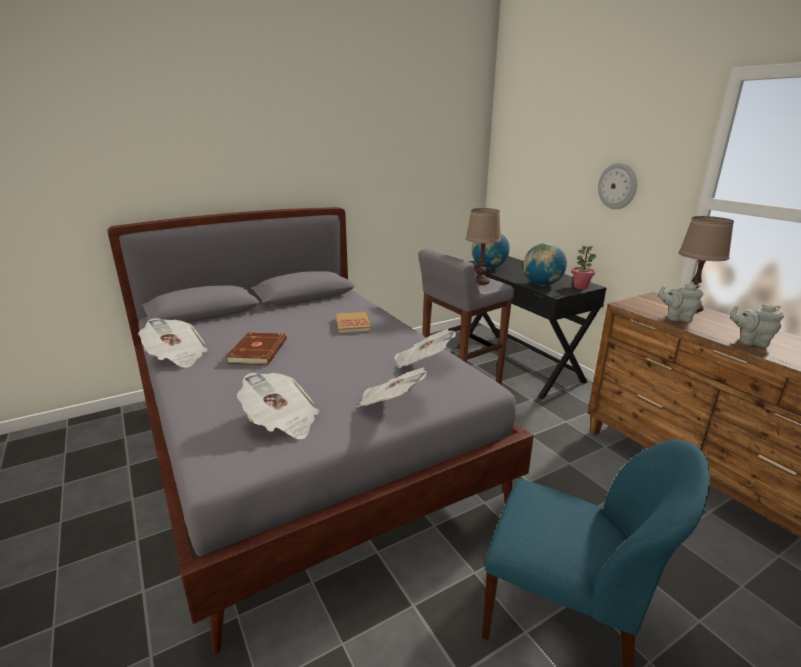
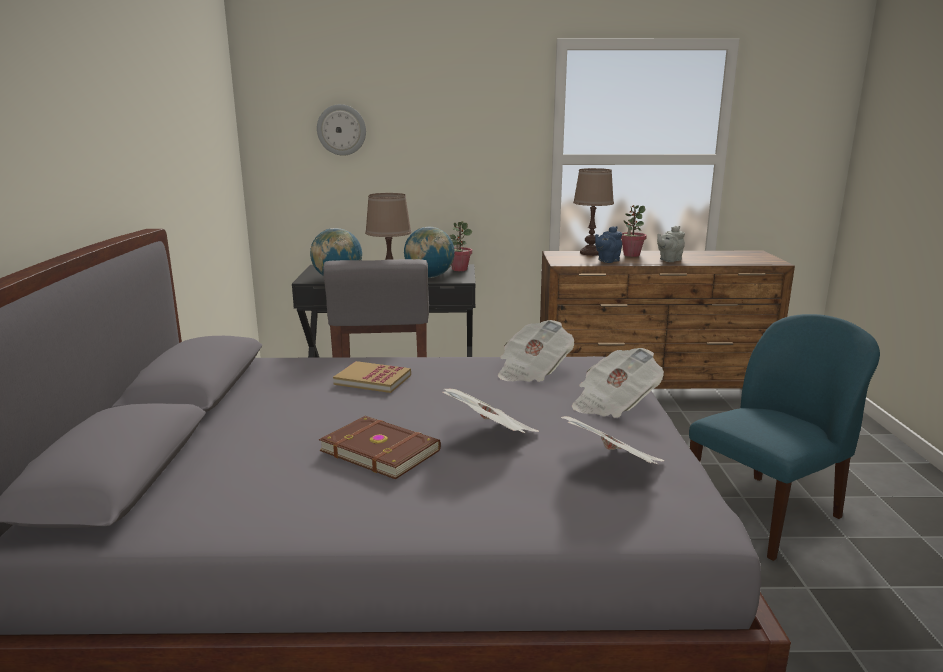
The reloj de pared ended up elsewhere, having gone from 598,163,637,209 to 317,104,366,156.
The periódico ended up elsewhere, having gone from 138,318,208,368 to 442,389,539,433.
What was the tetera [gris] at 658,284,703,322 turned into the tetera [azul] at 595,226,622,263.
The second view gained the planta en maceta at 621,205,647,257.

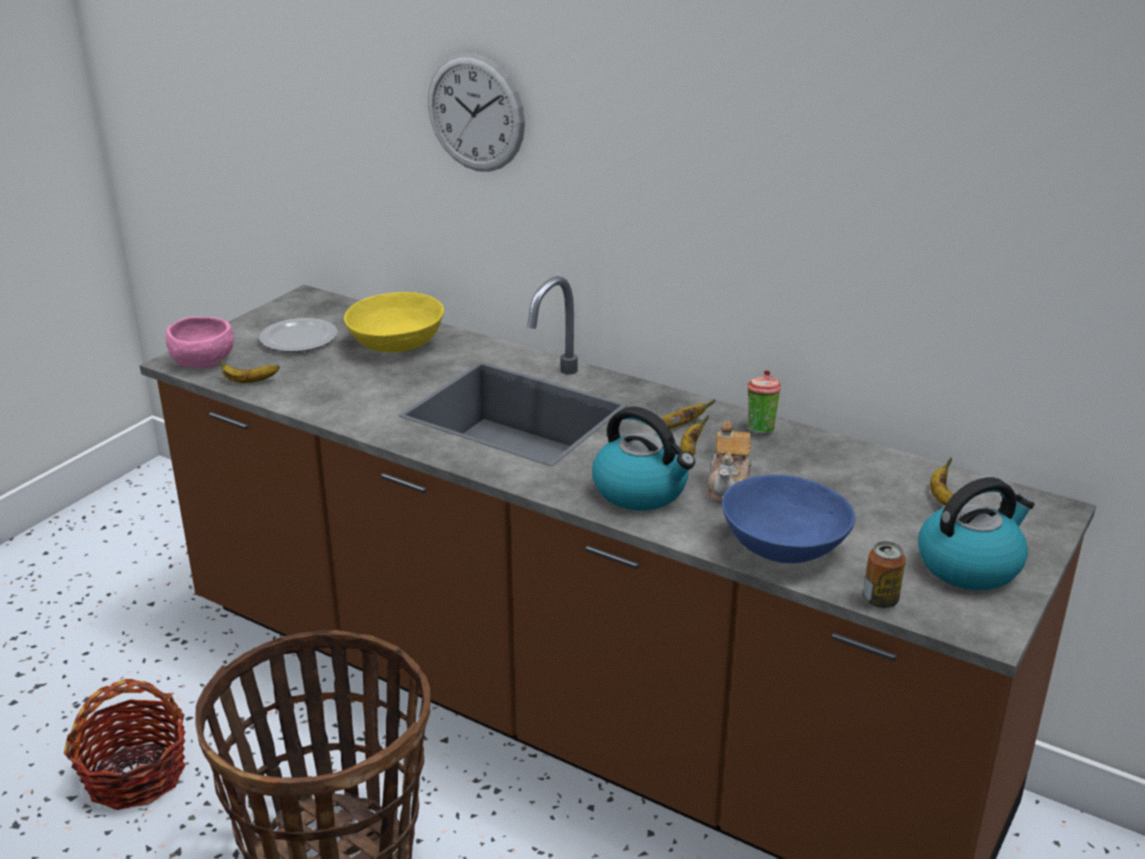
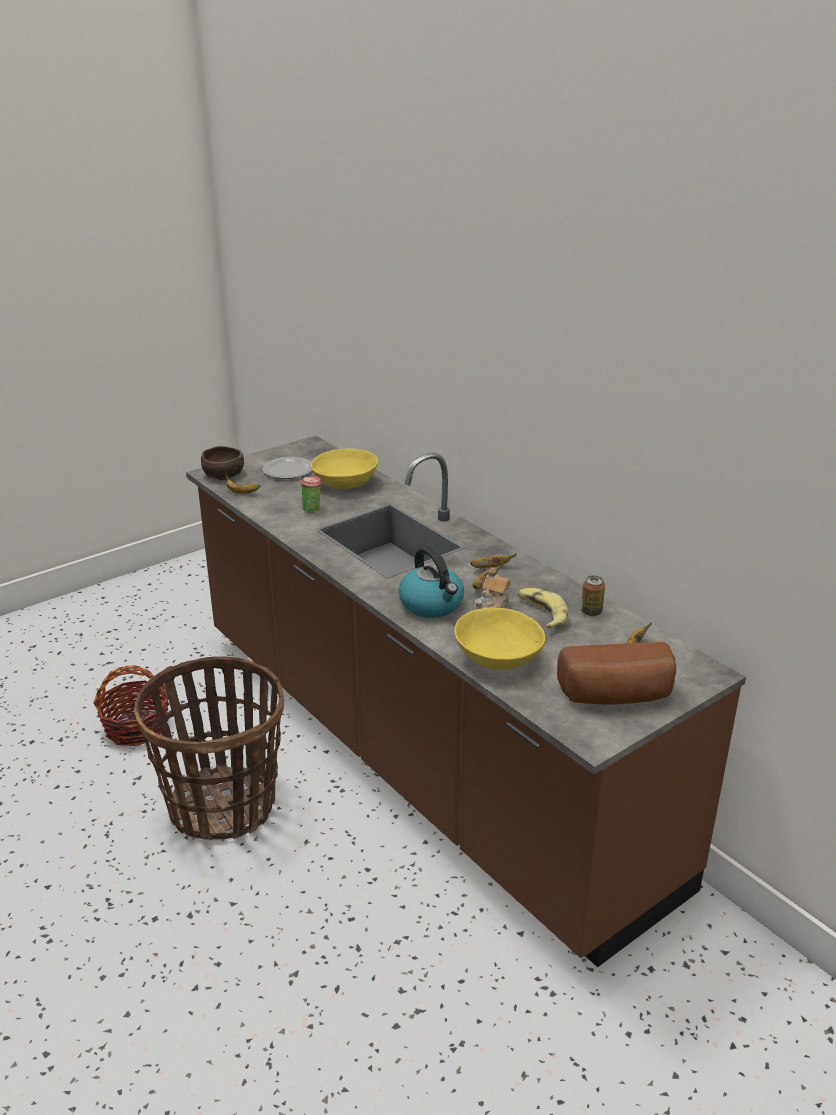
What was the cuenco [rosa] at 166,316,234,369 turned into the cuenco [marrón] at 201,446,244,480.
The taza ended up elsewhere, having gone from 747,370,781,435 to 301,473,322,513.
What was the cuenco [azul] at 722,475,855,563 turned into the cuenco [amarillo] at 454,608,545,670.
The second view gained the plátano at 517,588,568,629.
Where the hervidor stood at 918,477,1035,590, the pan came to stand at 557,642,676,705.
The lata ended up elsewhere, having gone from 863,541,906,608 to 581,576,605,616.
The second view lost the reloj de pared at 428,53,525,172.

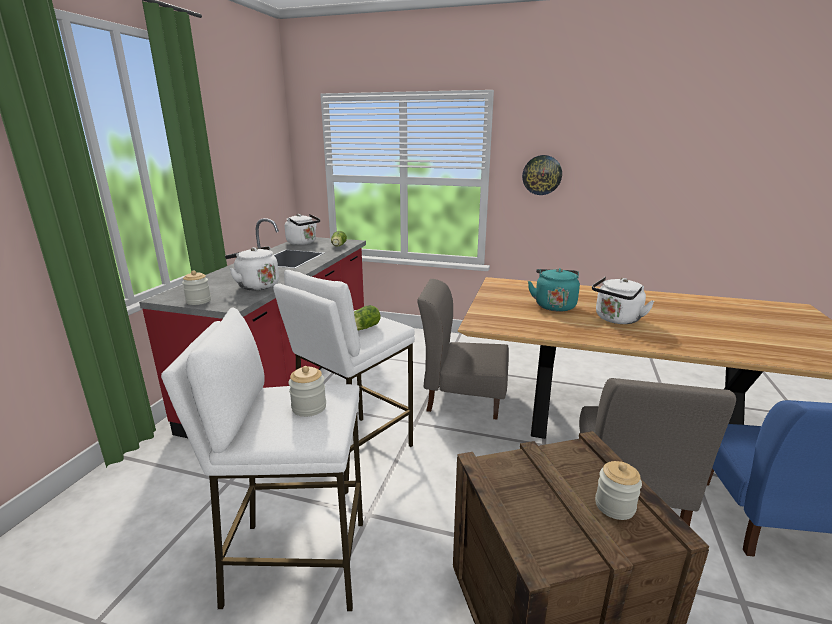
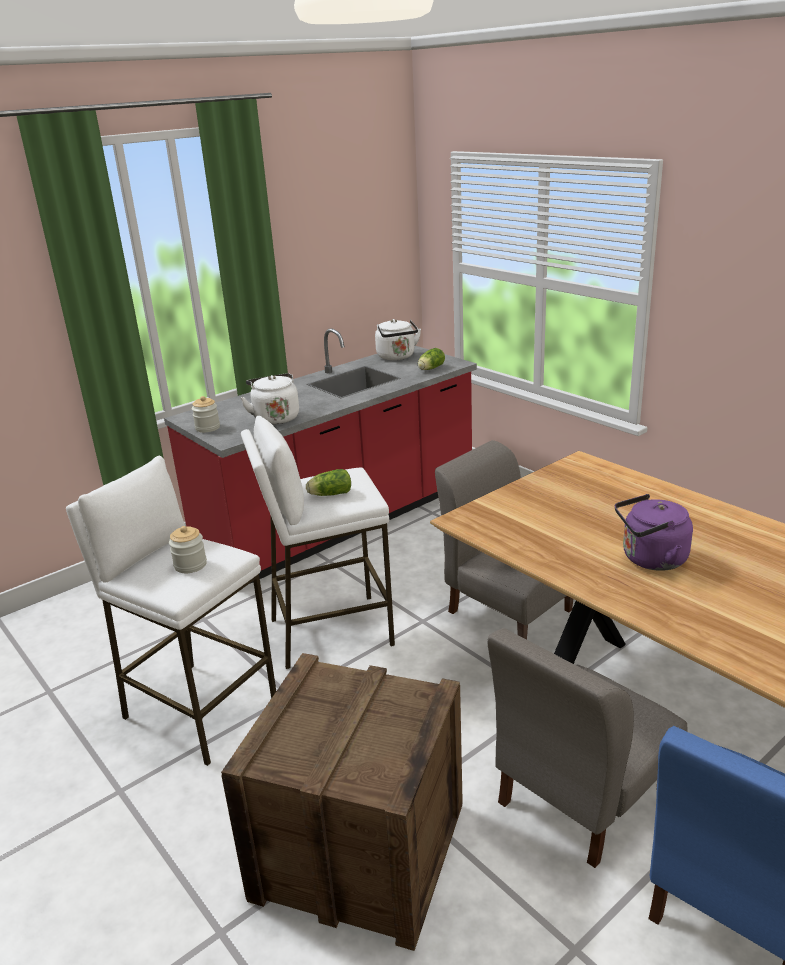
What was the hervidor [blanco] at 592,277,655,324 turned into the hervidor [morado] at 615,494,693,571.
The second view lost the reloj de pared at 522,155,562,195.
The second view lost the hervidor [turquesa] at 528,268,580,312.
The second view lost the tarro at 595,461,642,520.

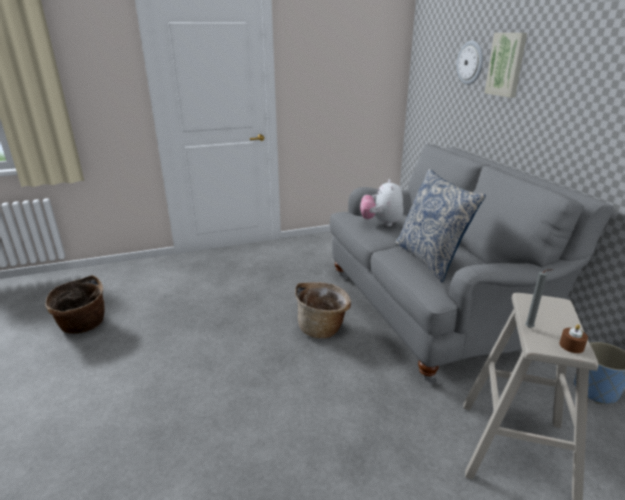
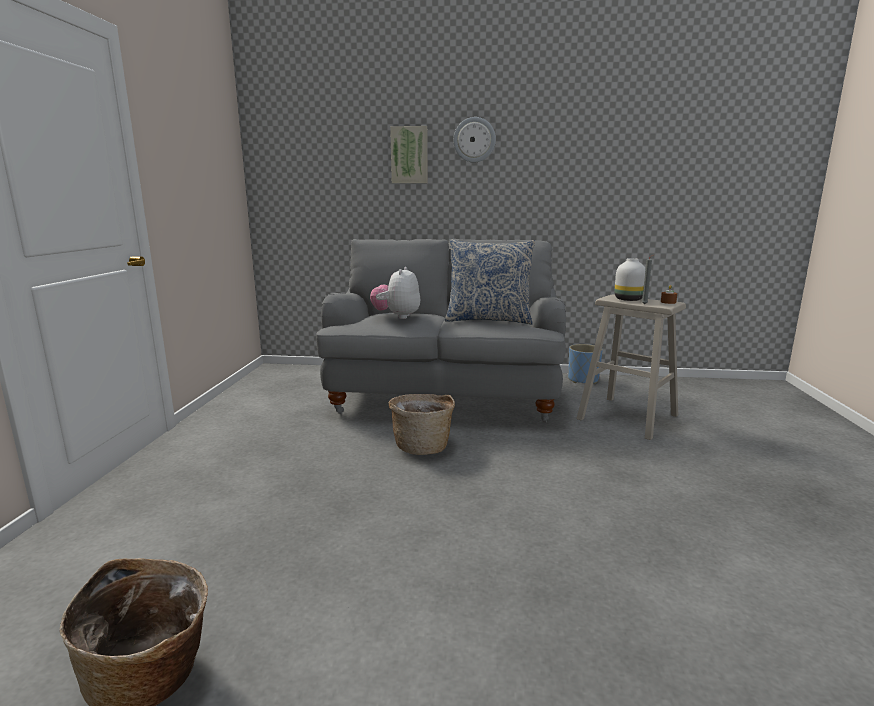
The peluche at 360,179,403,227 ended up facing another way, 75 degrees clockwise from before.
The reloj de pared ended up elsewhere, having gone from 457,41,483,85 to 453,117,496,162.
The second view gained the florero [blanco] at 614,258,646,301.

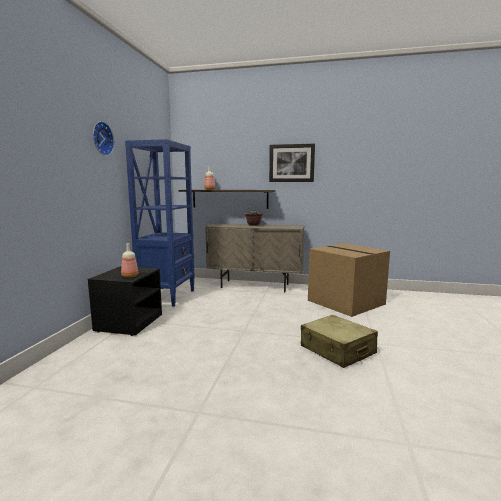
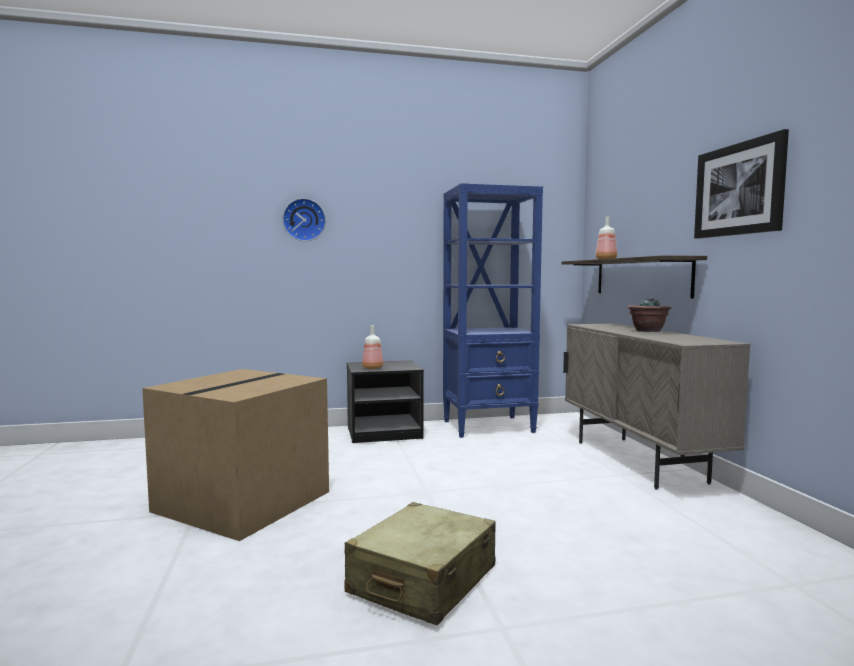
The caja de cartón ended up elsewhere, having gone from 308,243,390,317 to 142,369,329,541.
The reloj de pared ended up elsewhere, having gone from 93,121,114,156 to 283,198,326,241.

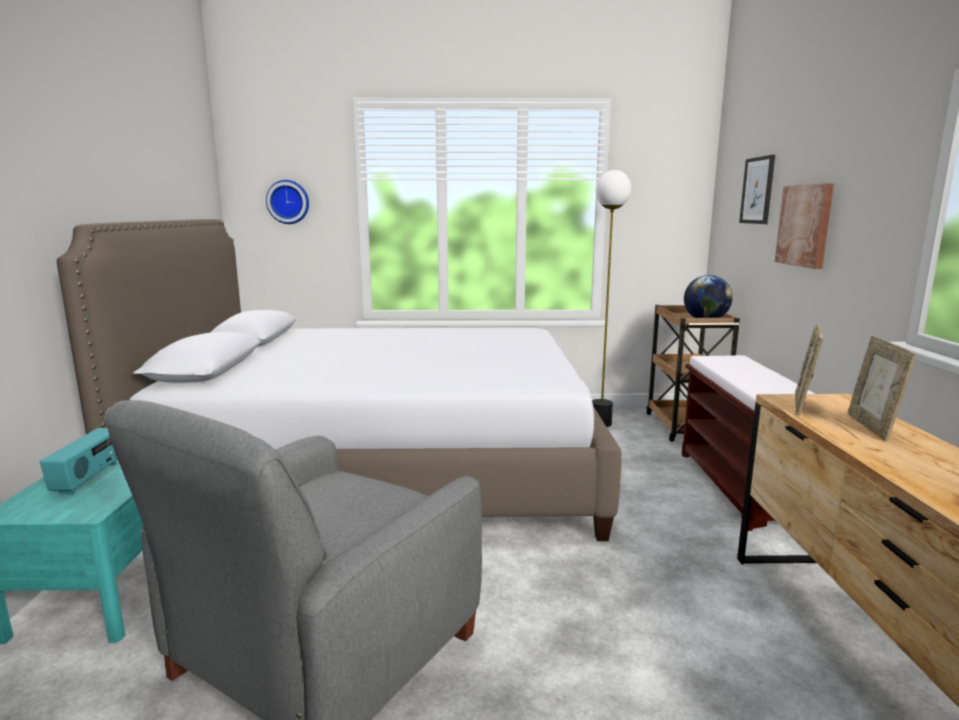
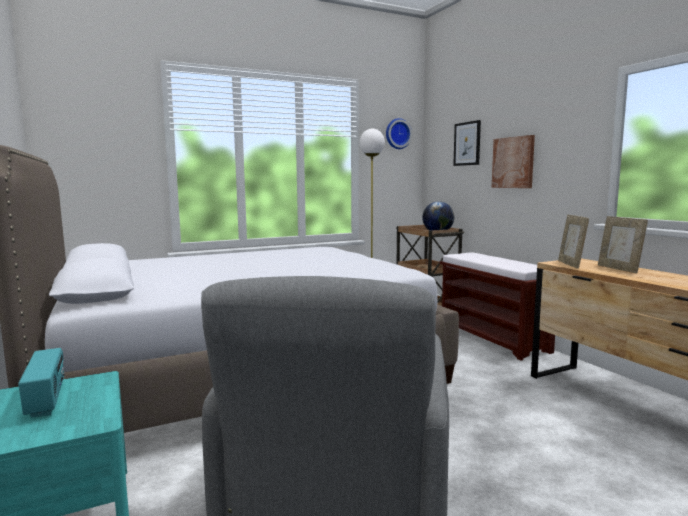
The reloj de pared ended up elsewhere, having gone from 266,180,309,224 to 386,118,412,149.

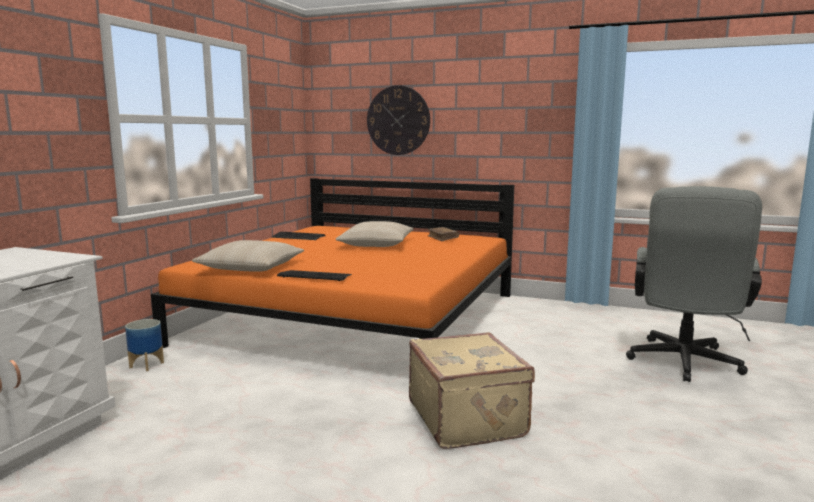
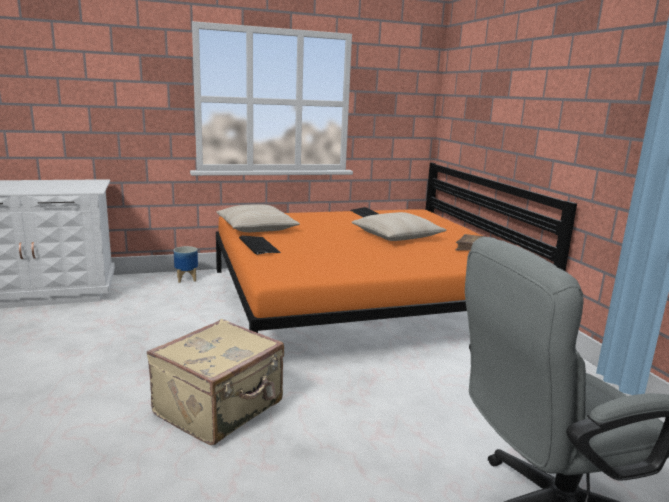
The second view lost the reloj de pared at 367,85,430,155.

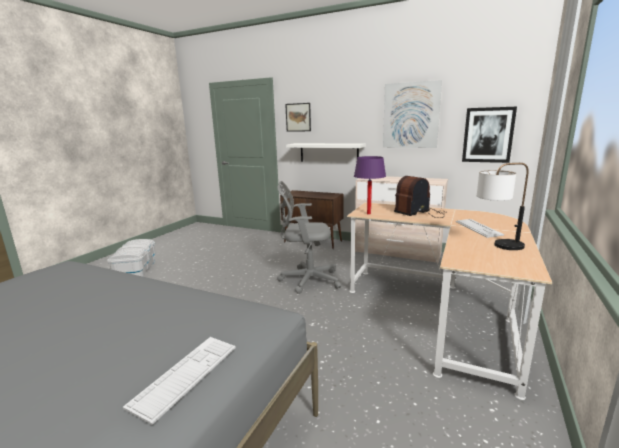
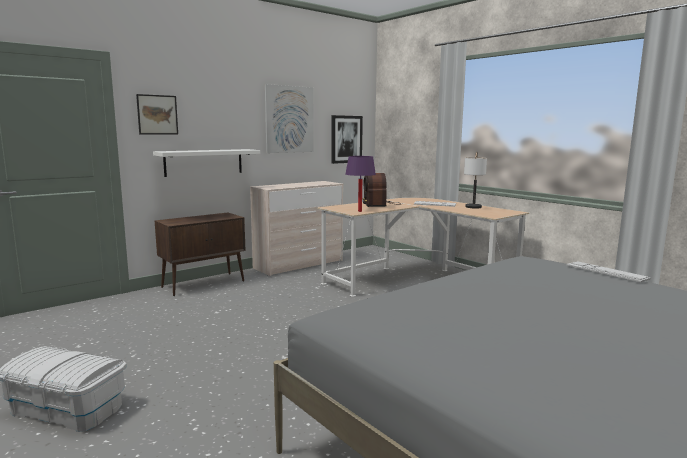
The second view lost the silla de oficina [gris] at 277,181,341,294.

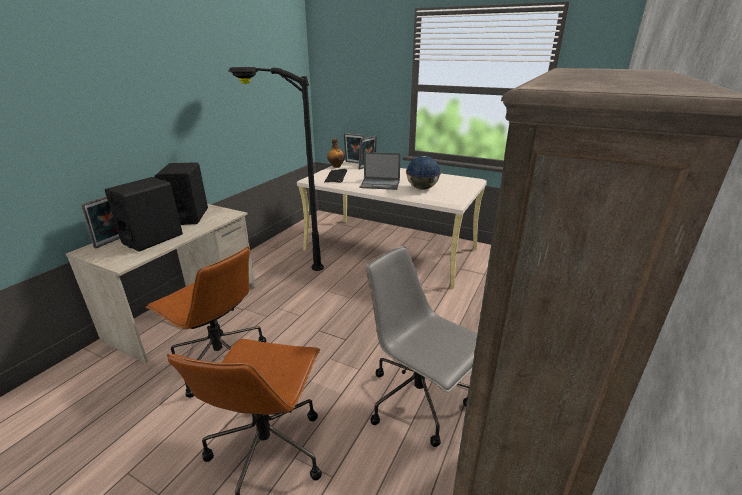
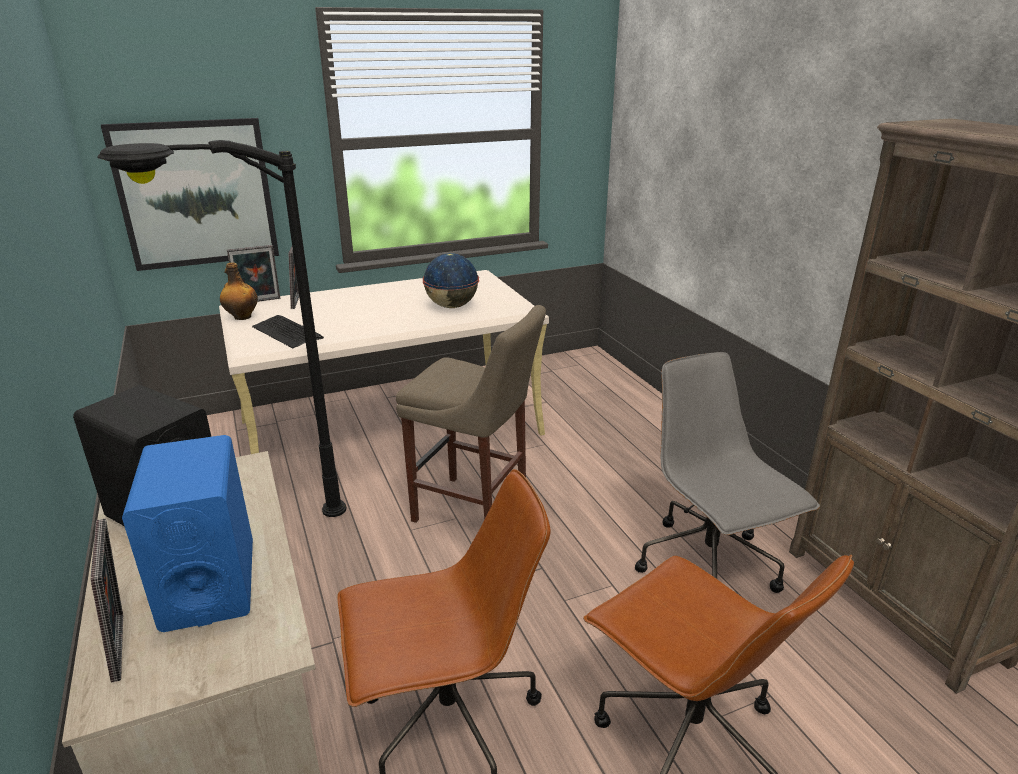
The second view gained the cuadro at 101,118,279,271.
What was the altavoz [negro] at 105,177,183,252 turned into the altavoz [azul] at 122,435,253,632.
The second view gained the taburete [beis] at 396,305,546,523.
The silla de oficina [gris] at 366,246,478,447 ended up facing another way, 75 degrees clockwise from before.
The second view lost the portátil at 360,152,401,190.

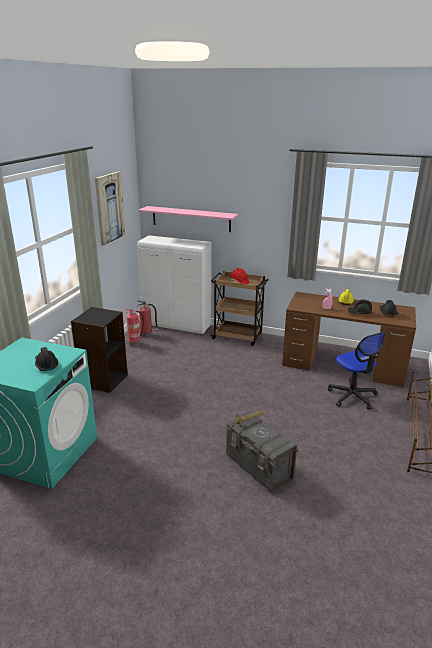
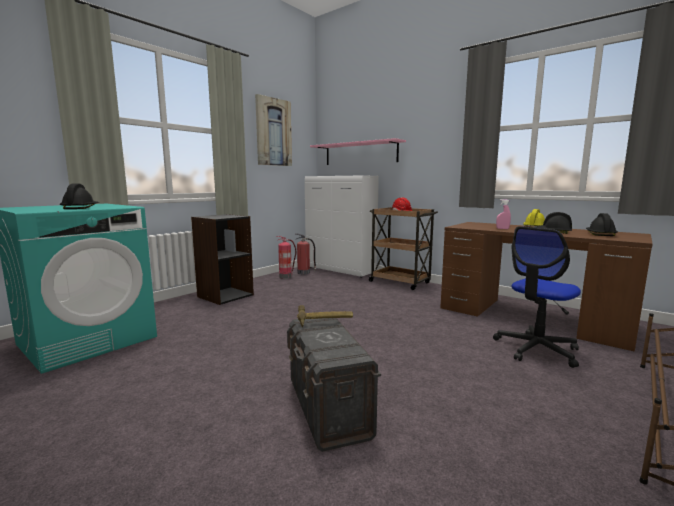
The silla de oficina at 328,331,386,410 ended up facing another way, 60 degrees clockwise from before.

